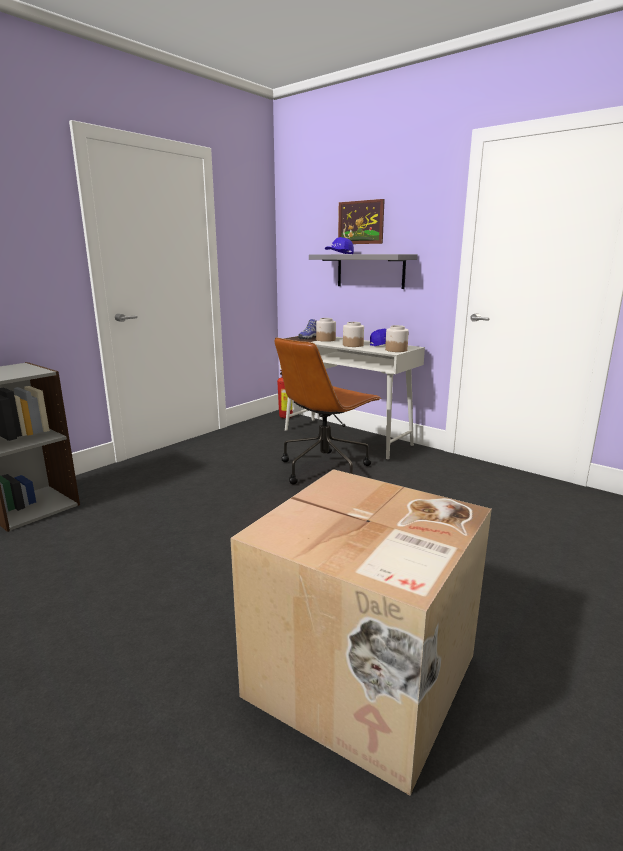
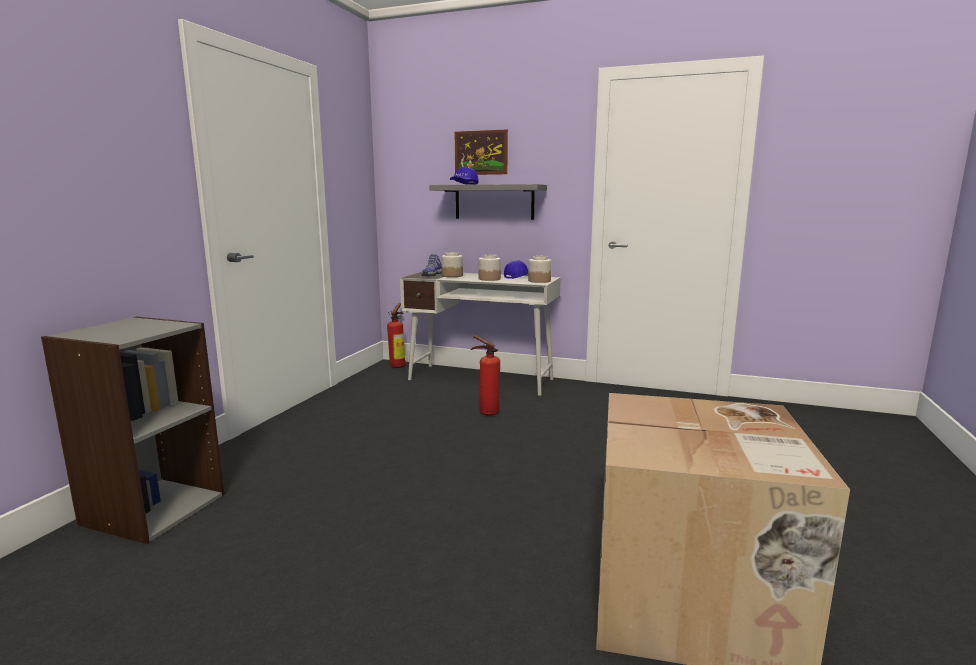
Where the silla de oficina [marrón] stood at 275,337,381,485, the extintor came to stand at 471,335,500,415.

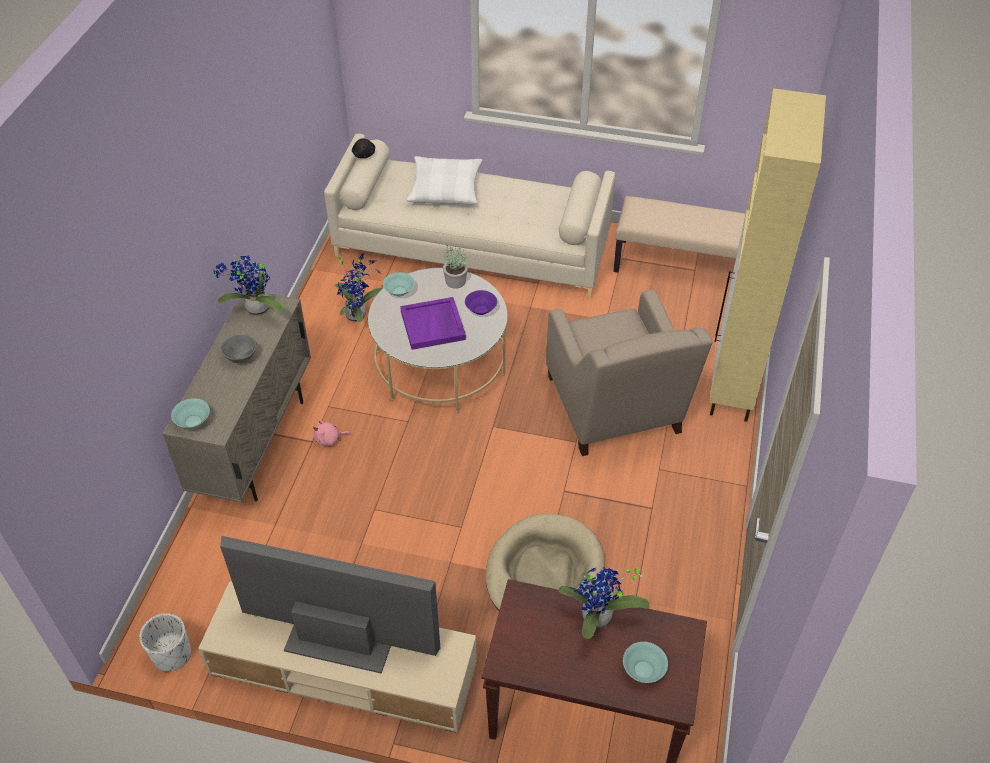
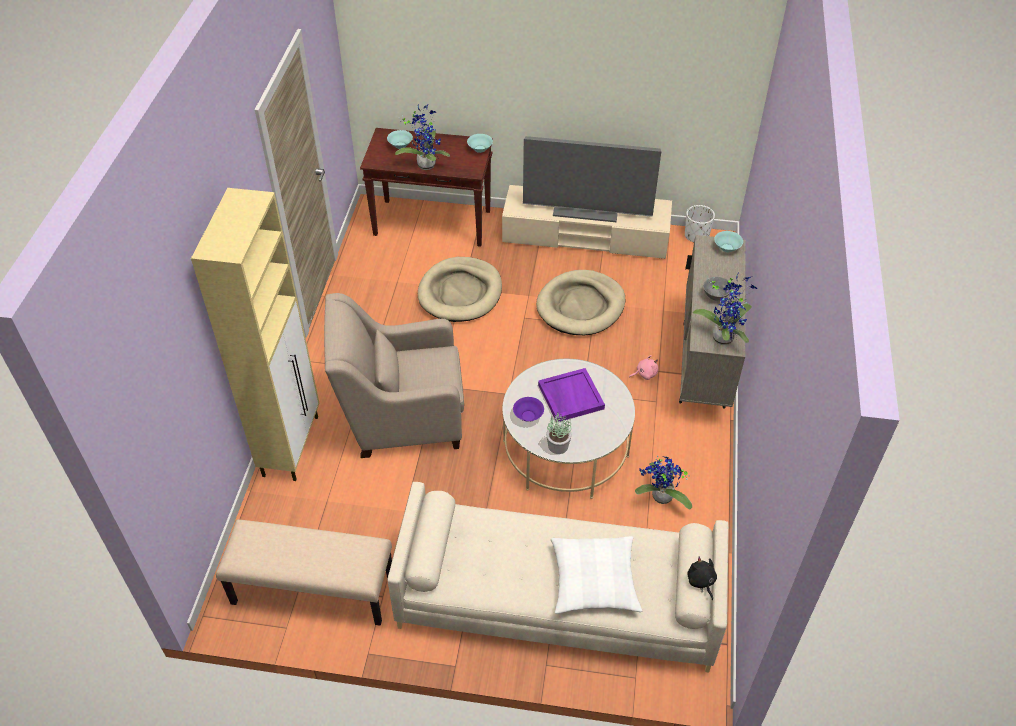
The sillón [beis] at 546,290,713,456 ended up facing another way, 75 degrees counterclockwise from before.
The cuenco [turquesa] ended up elsewhere, having gone from 383,272,415,297 to 467,134,493,153.
The second view gained the cama para perro [beis] at 536,270,626,335.

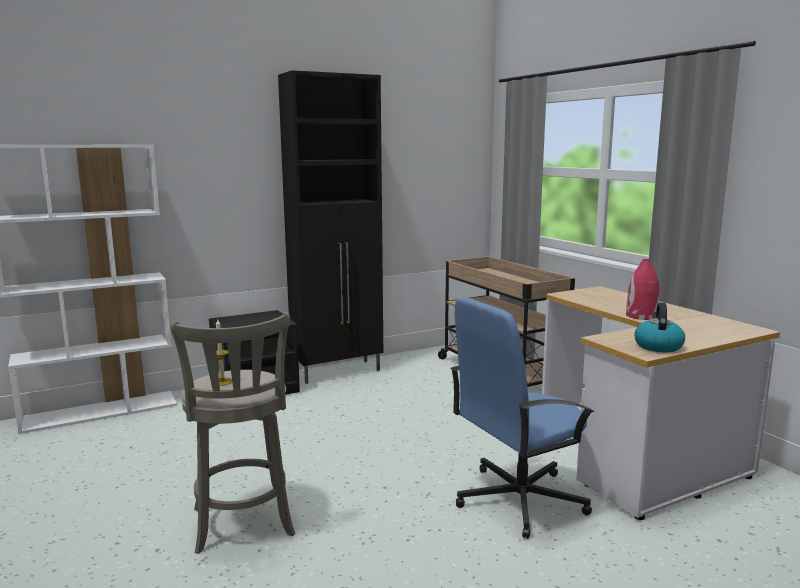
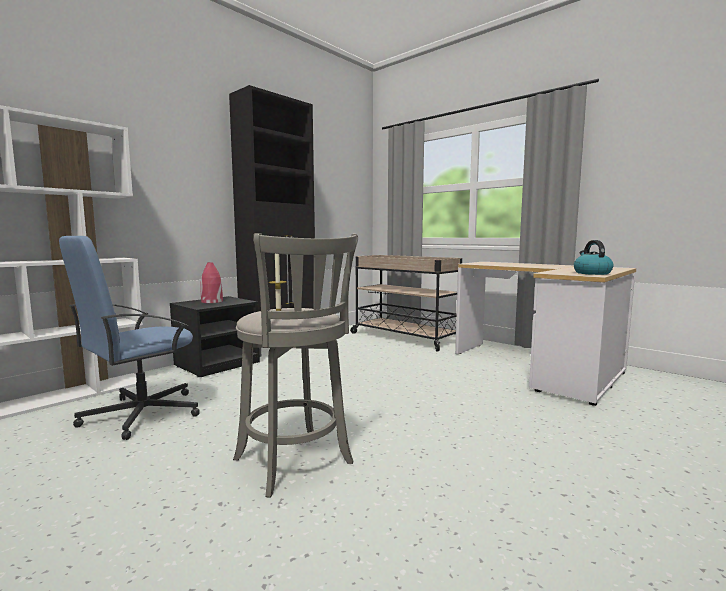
The silla de oficina [azul] ended up elsewhere, having gone from 450,297,594,539 to 59,236,200,440.
The florero [rojo] ended up elsewhere, having gone from 626,259,660,320 to 201,262,223,303.

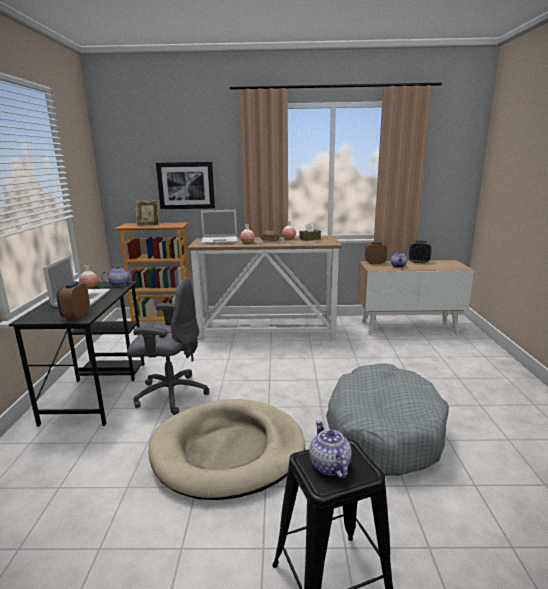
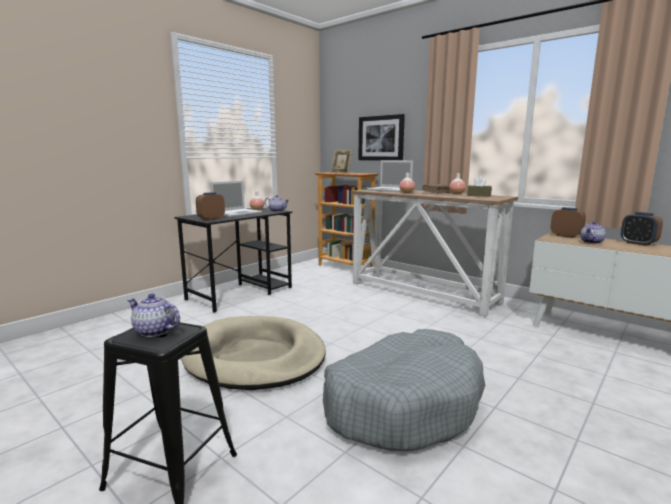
The tetera at 309,420,352,478 ended up facing another way, 90 degrees counterclockwise from before.
The second view lost the silla de oficina [gris] at 127,277,209,415.

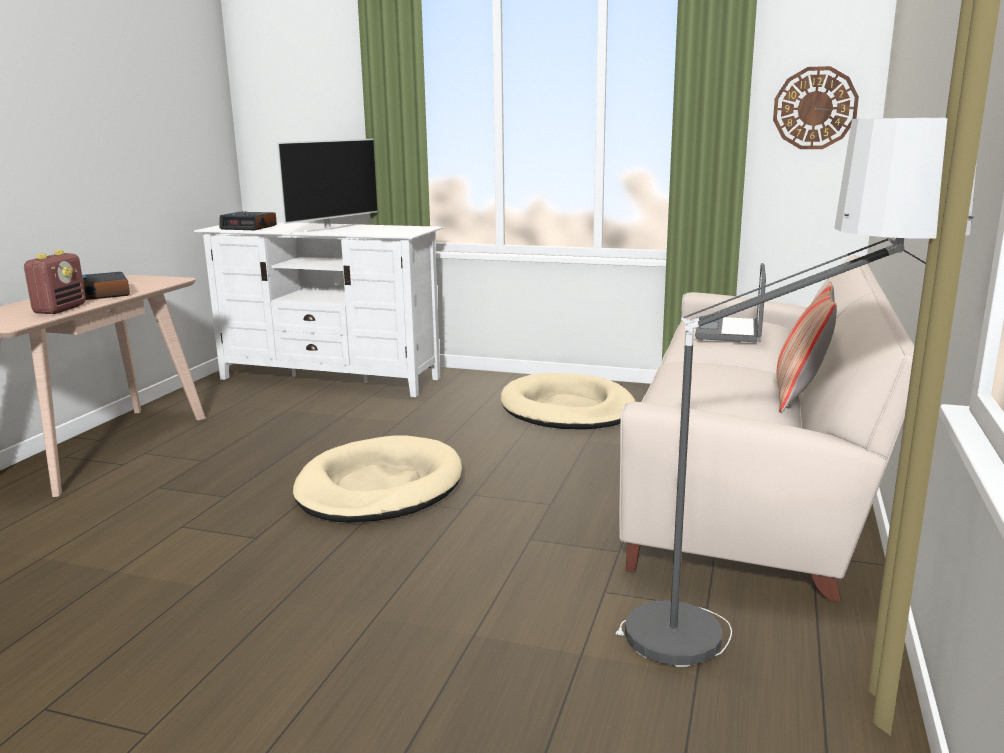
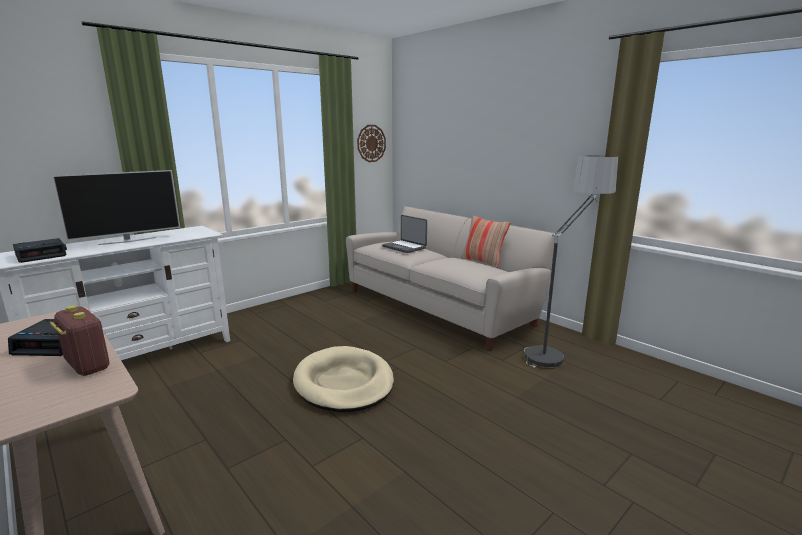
The televisor at 276,139,377,232 ended up facing another way, 75 degrees clockwise from before.
The second view lost the cama para perro [beis] at 501,373,636,429.

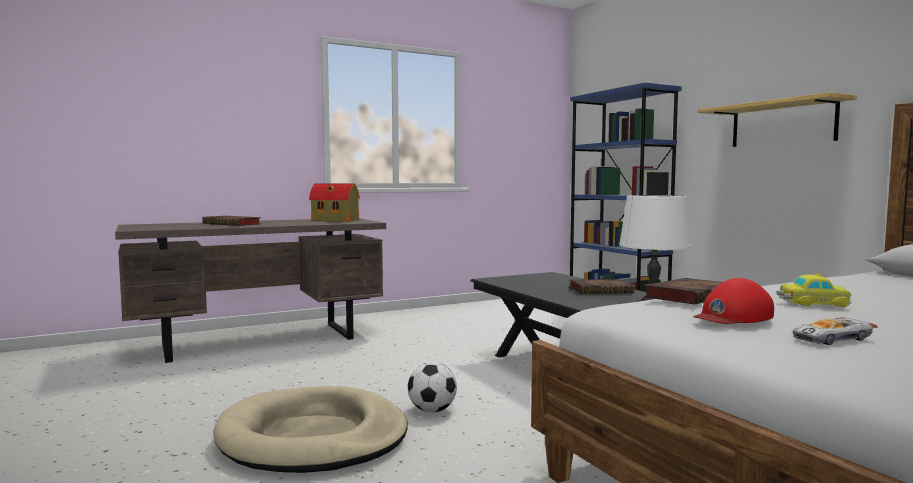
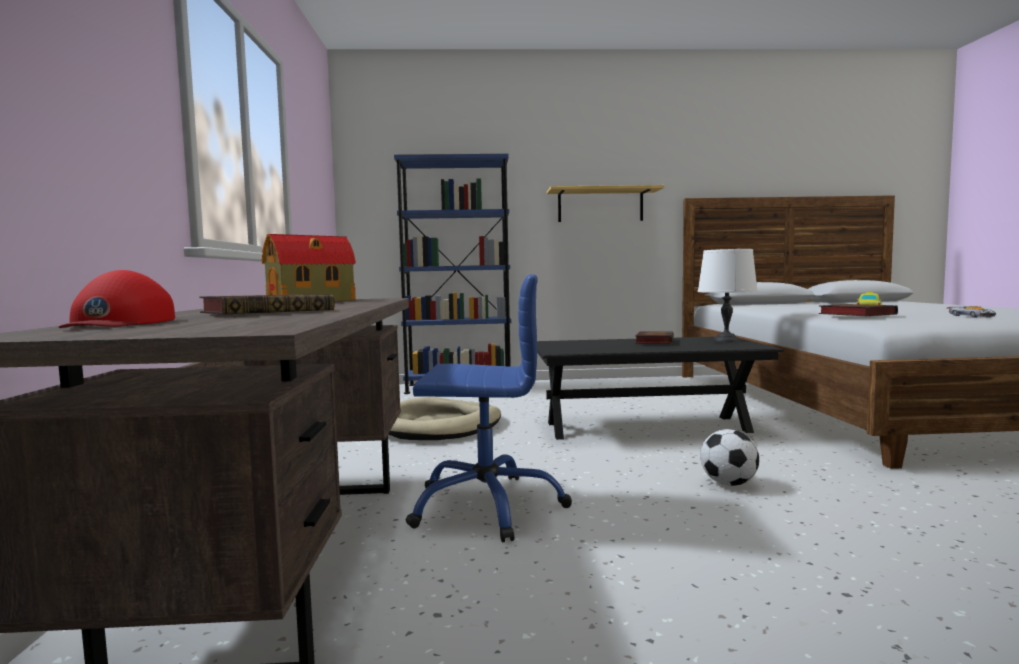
The gorra [rojo] ended up elsewhere, having gone from 693,278,774,324 to 58,270,175,328.
The cama para perro [beis] ended up elsewhere, having gone from 213,386,407,473 to 388,397,501,440.
The second view gained the silla de oficina [azul] at 406,274,572,542.

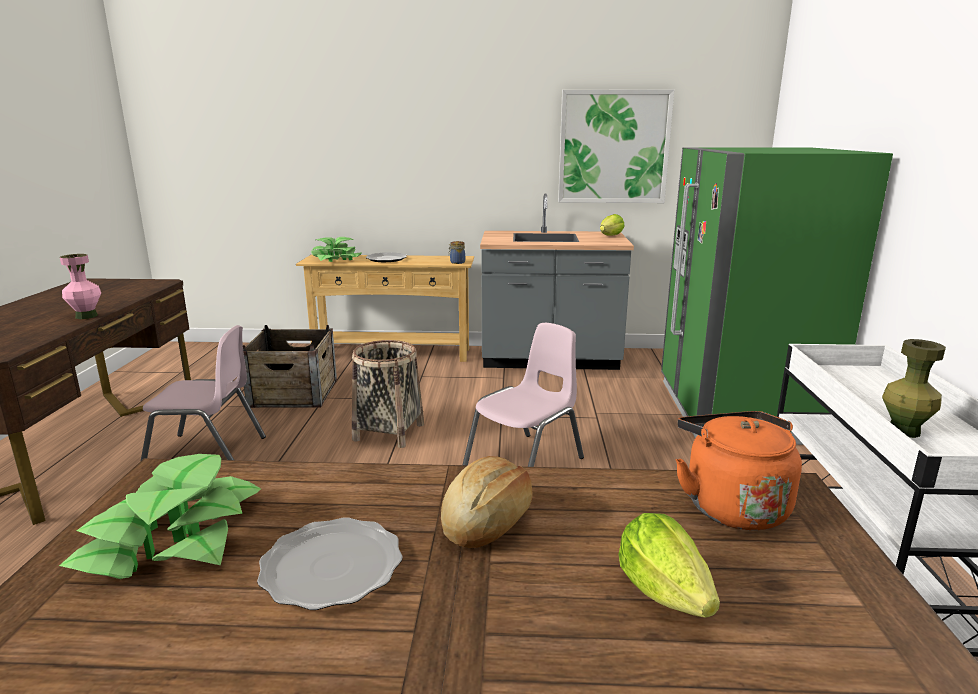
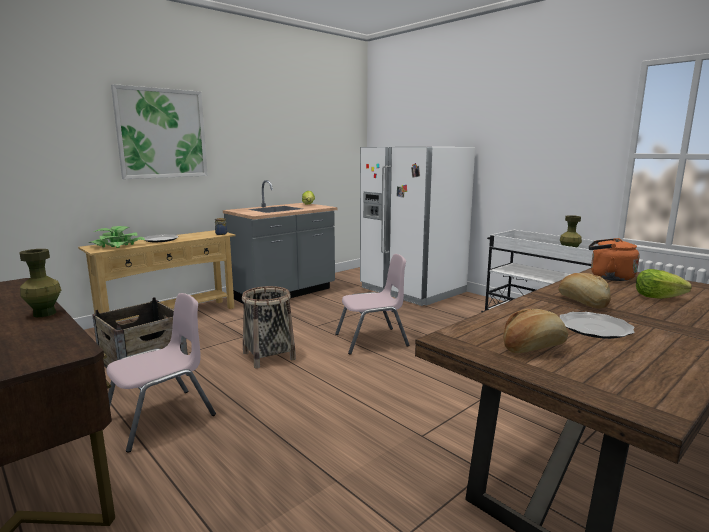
What was the florero [rosa] at 60,254,101,319 turned into the florero [verde] at 19,249,61,317.
The cuadro ended up elsewhere, having gone from 558,89,674,203 to 111,84,208,179.
The silla [rosa] at 463,323,584,467 ended up facing another way, 75 degrees clockwise from before.
What was the nevera [verde] at 661,147,893,445 turned into the nevera [blanco] at 360,147,475,306.
Where the planta en maceta stood at 59,454,261,579, the pan came to stand at 503,309,568,353.

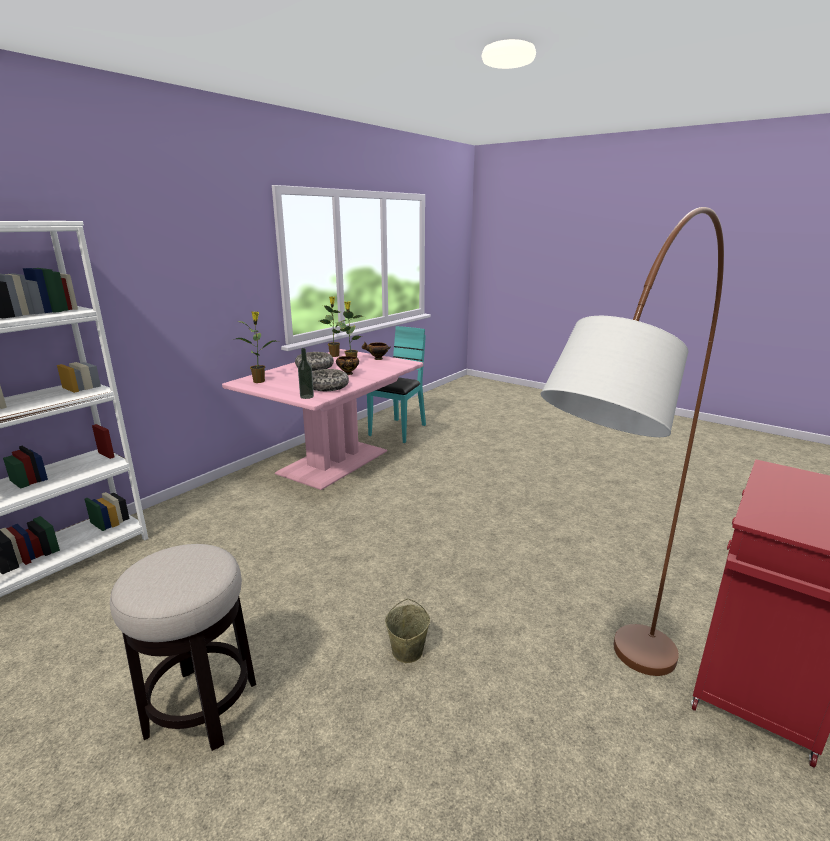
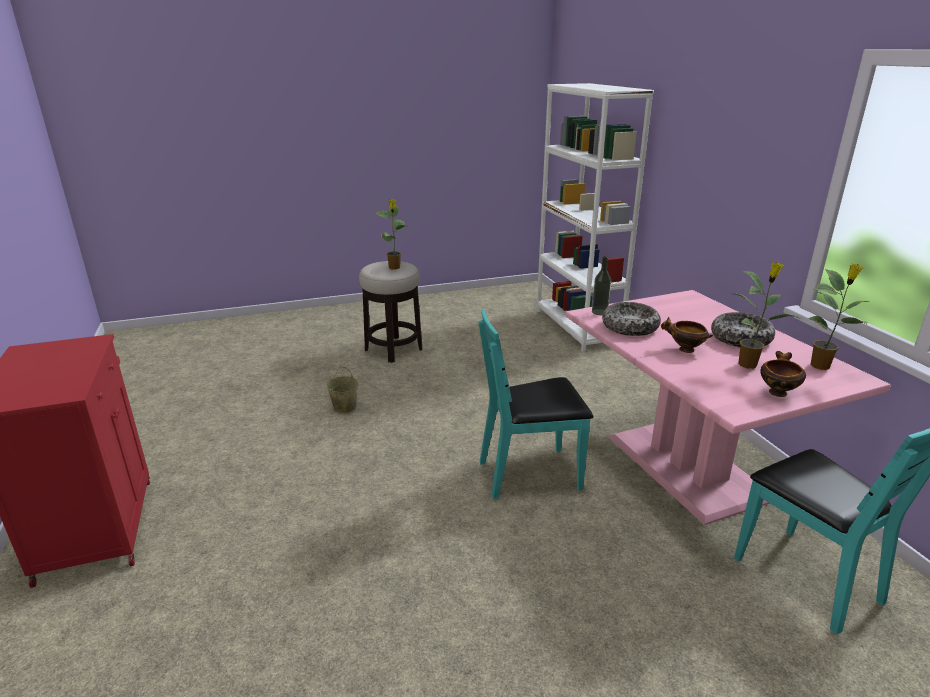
The planta en maceta ended up elsewhere, having gone from 236,311,276,383 to 376,199,405,270.
The second view gained the silla [turquesa] at 478,309,593,499.
The second view lost the lámpara de pie [marrón] at 541,207,724,676.

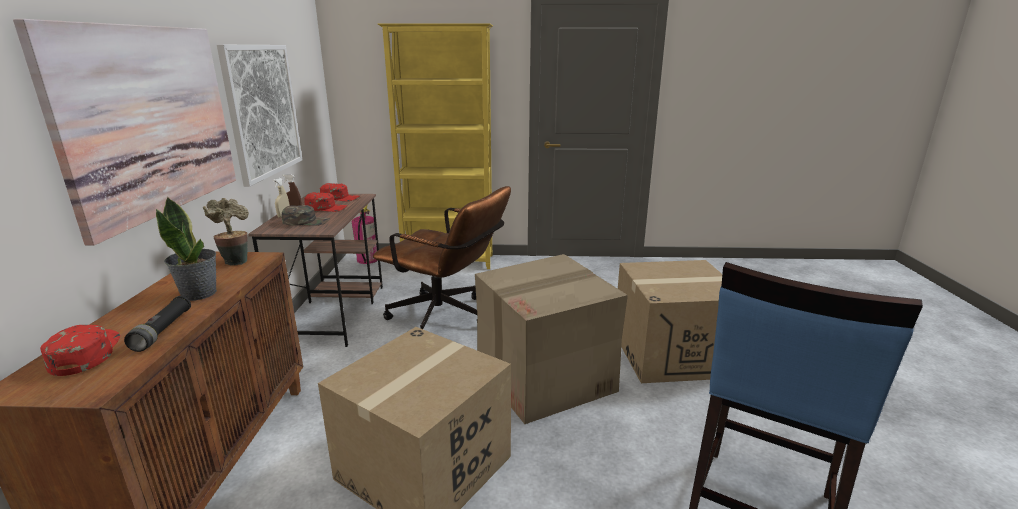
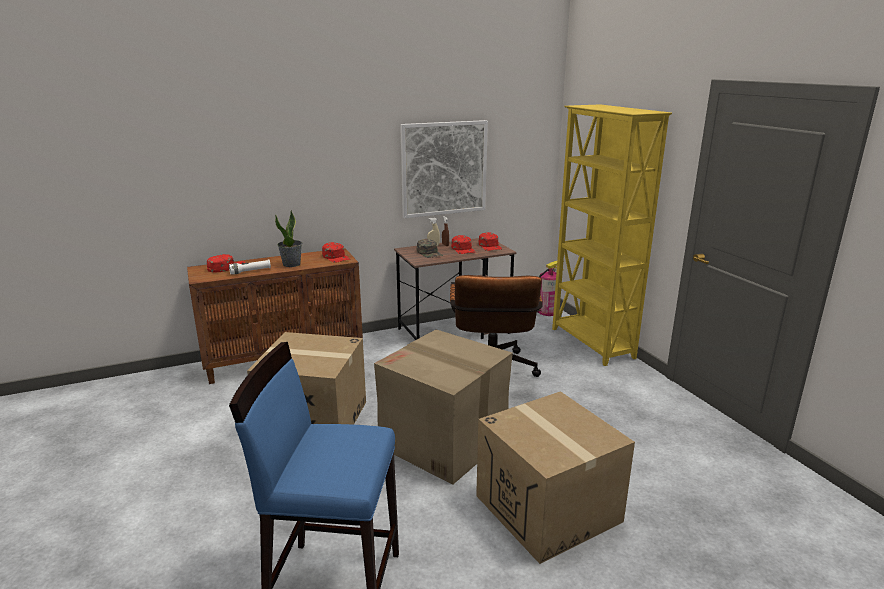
What was the linterna [negro] at 124,296,191,352 turned into the linterna [blanco] at 229,259,271,275.
Where the planta en maceta stood at 203,198,249,266, the gorra [rojo] came to stand at 322,242,350,263.
The second view lost the cuadro at 13,19,236,246.

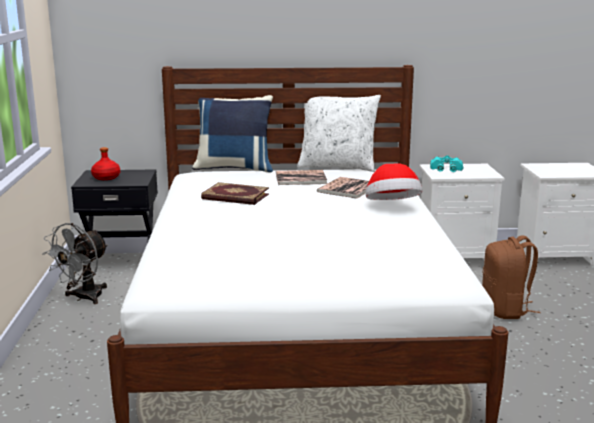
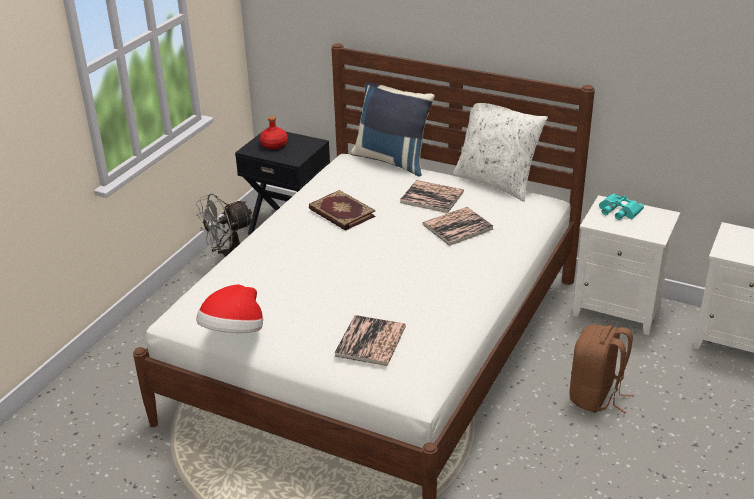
The sombrero ended up elsewhere, having gone from 366,163,422,200 to 196,285,263,333.
The second view gained the libro at 334,315,406,366.

